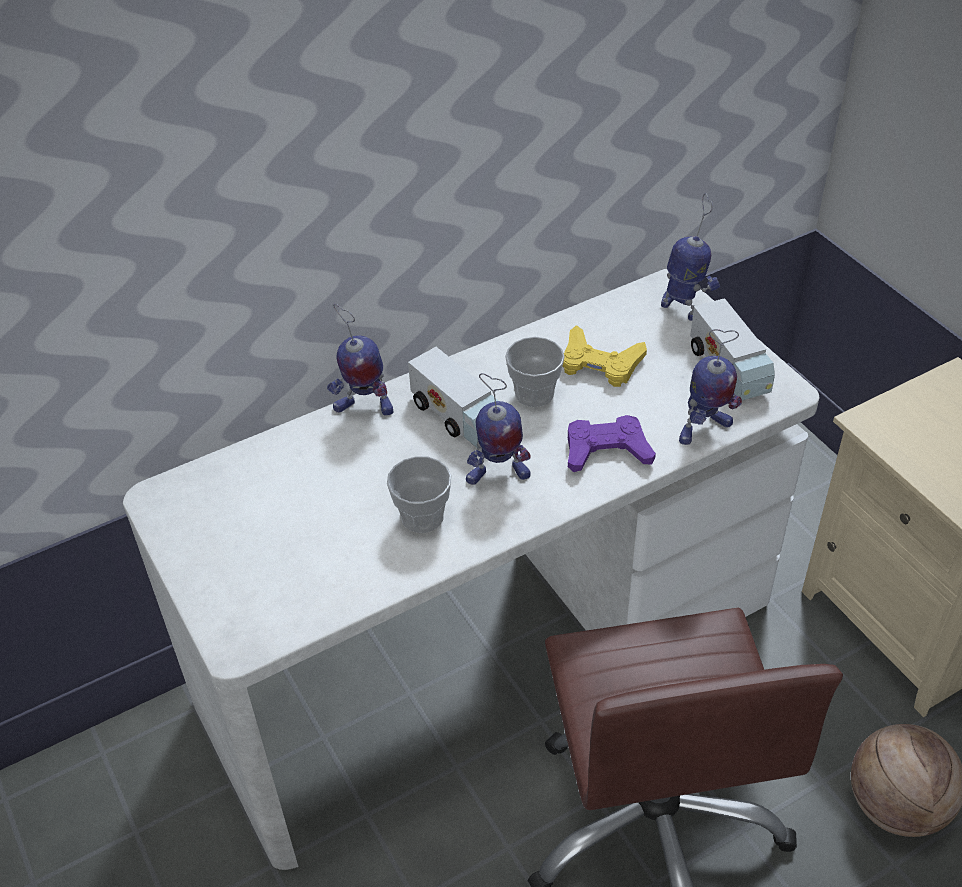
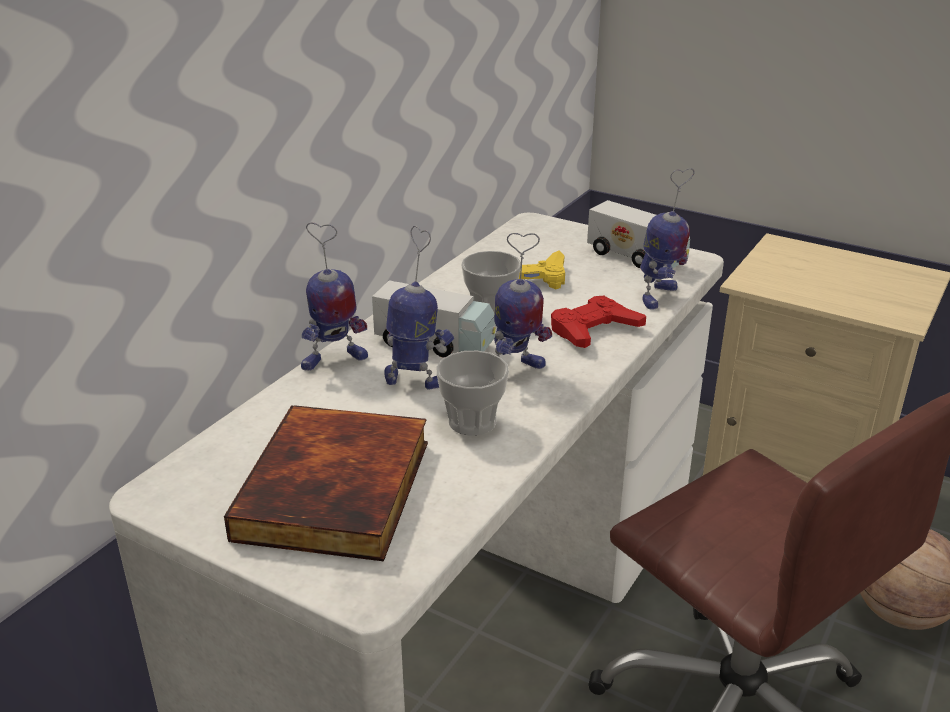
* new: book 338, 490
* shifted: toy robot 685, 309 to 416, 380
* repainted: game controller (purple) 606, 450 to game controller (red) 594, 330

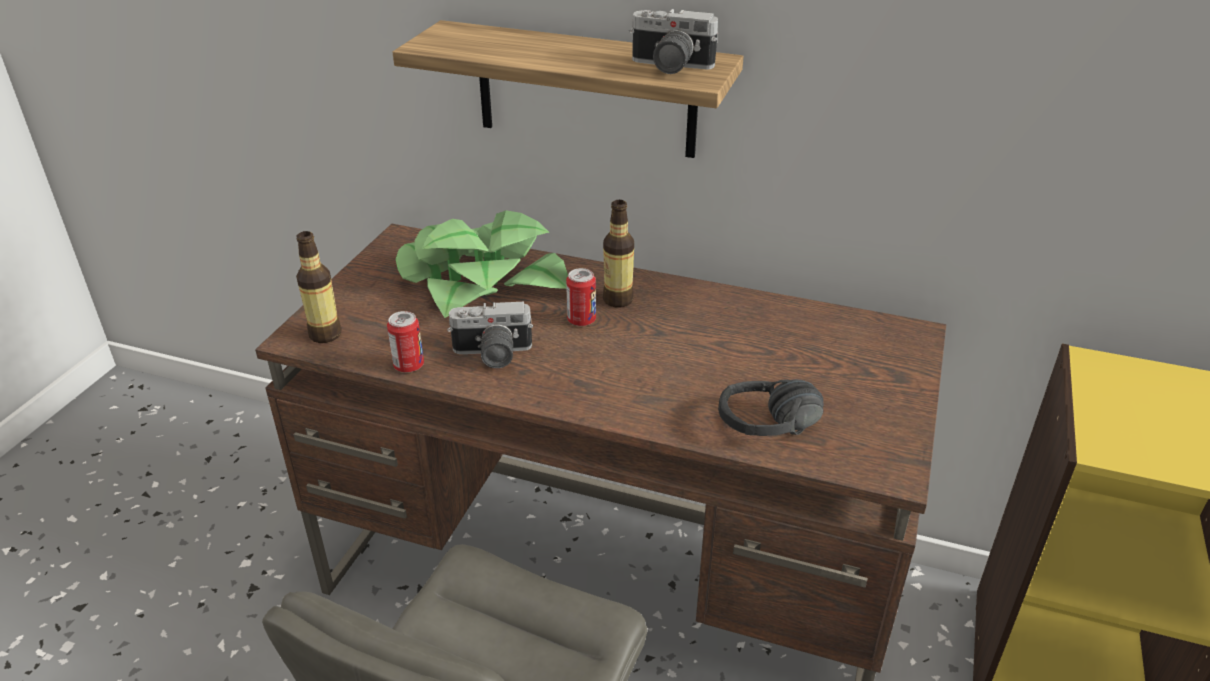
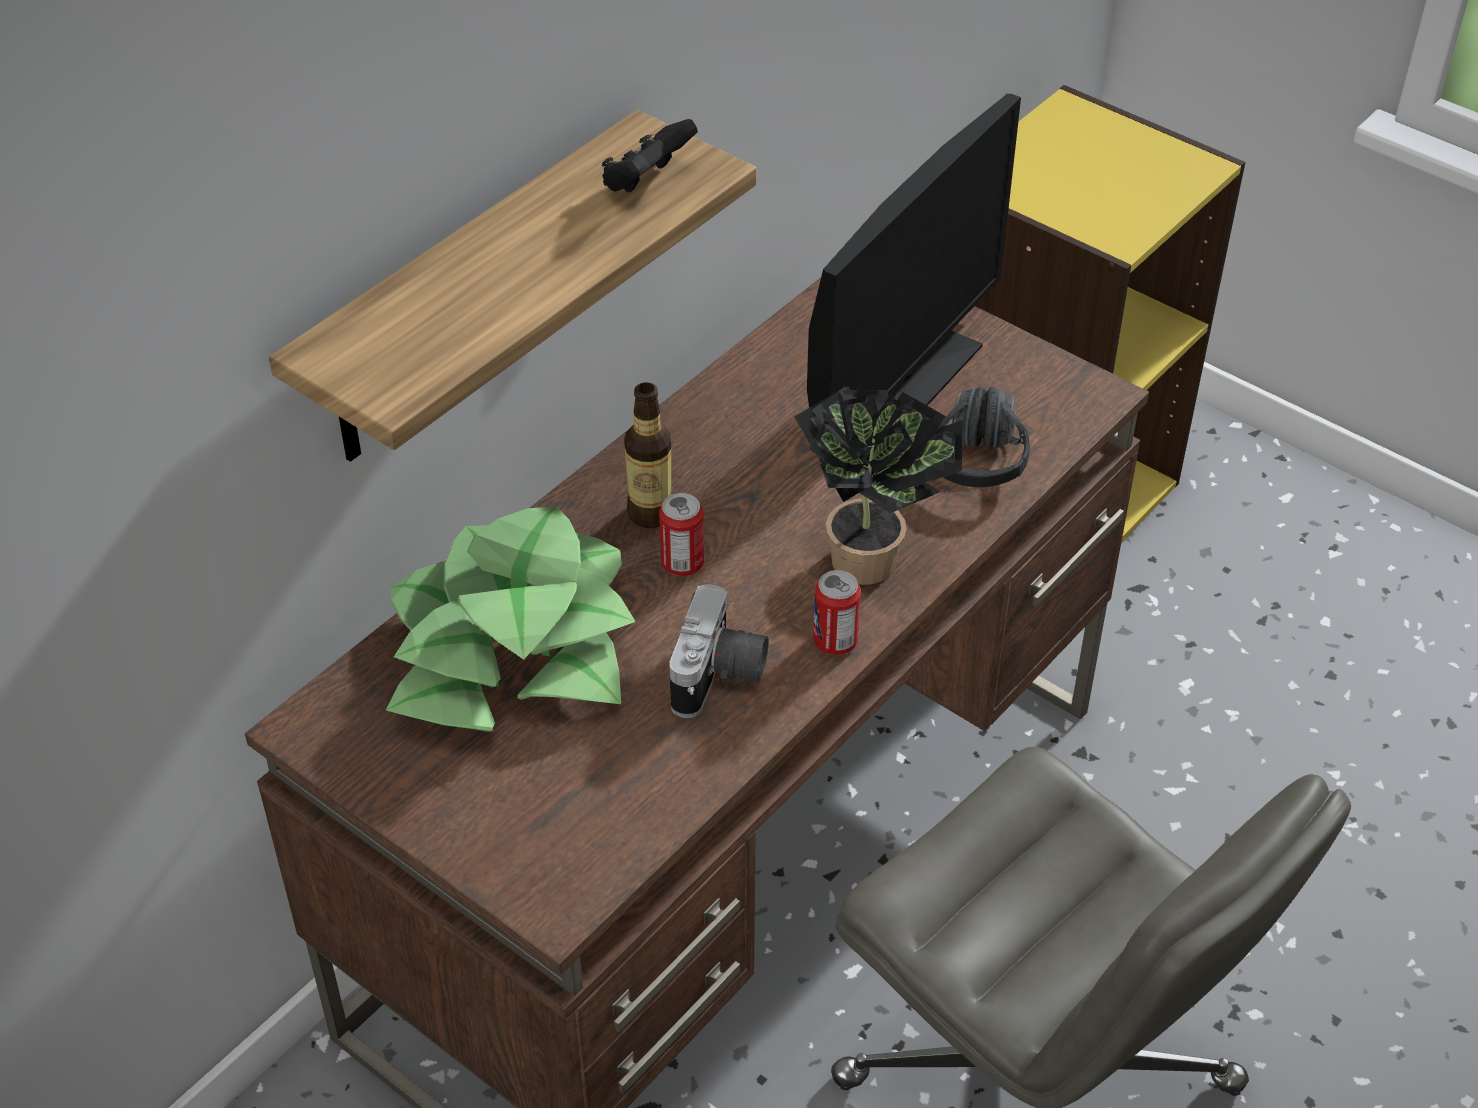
* gone: bottle 325, 335
* new: potted plant 874, 559
* new: monitor 899, 381
* shifted: can 409, 366 to 835, 642
* swapped: photo camera 669, 67 to game controller (black) 647, 181

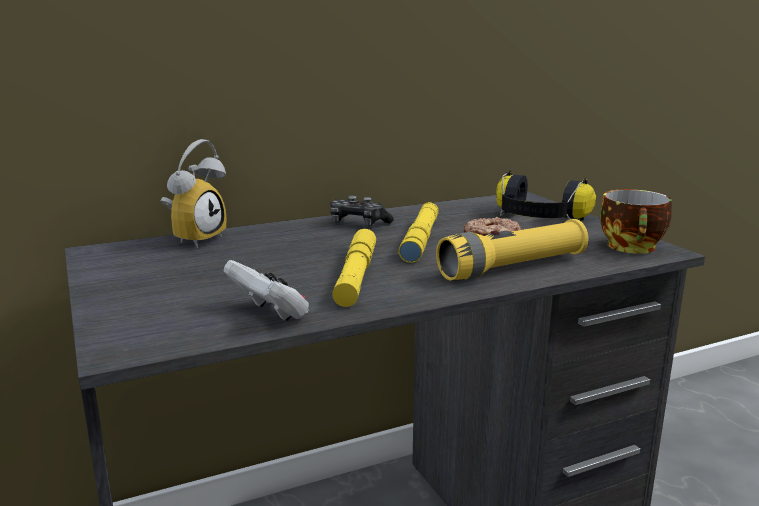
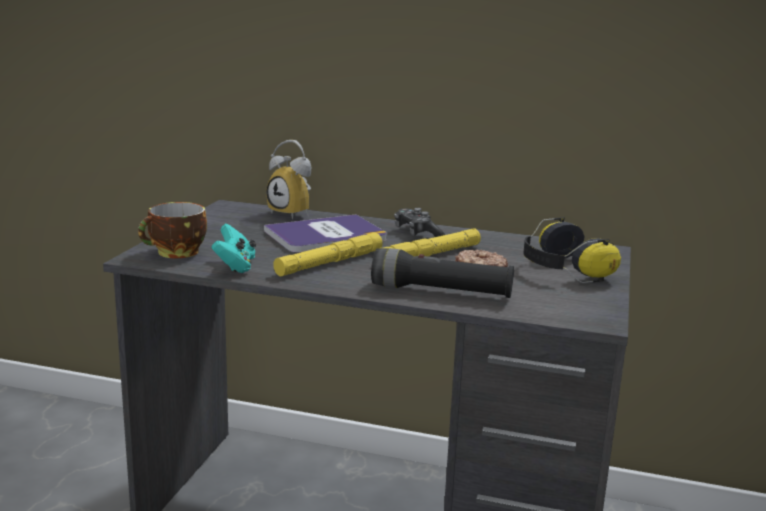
* new: book 326, 236
* shifted: cup 633, 248 to 176, 253
* repainted: game controller (white) 270, 314 to game controller (turquoise) 235, 266
* repainted: flashlight (yellow) 513, 268 to flashlight (black) 441, 292
* rotated: alarm clock 195, 238 = 294, 213 60 degrees clockwise

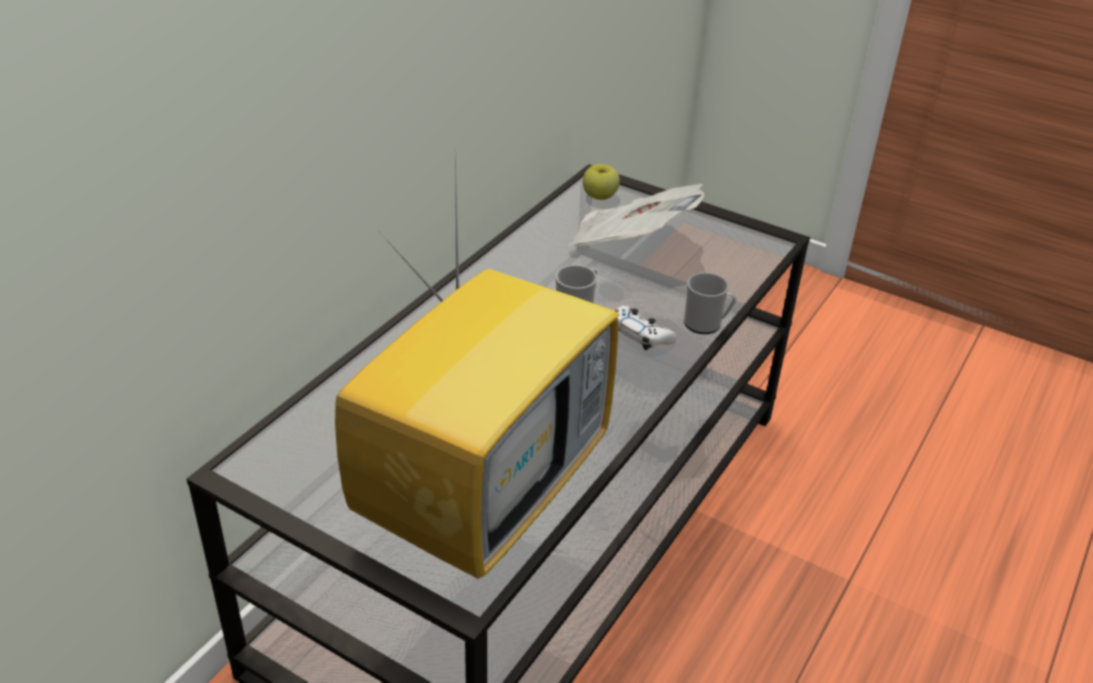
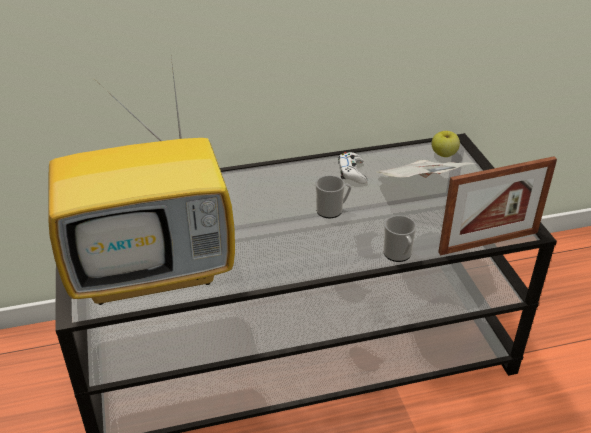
* new: picture frame 488, 242
* shifted: game controller (white) 640, 335 to 352, 173

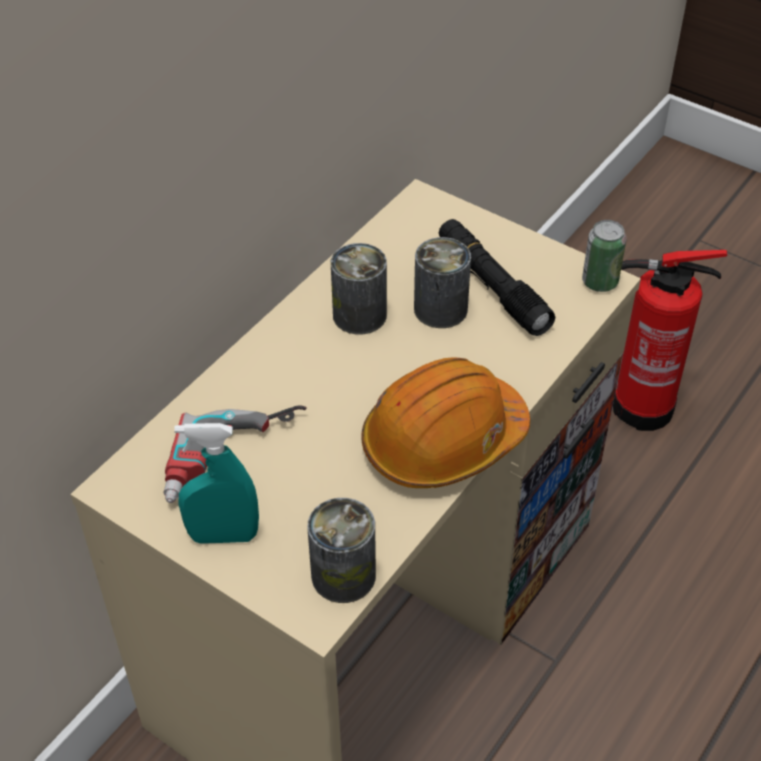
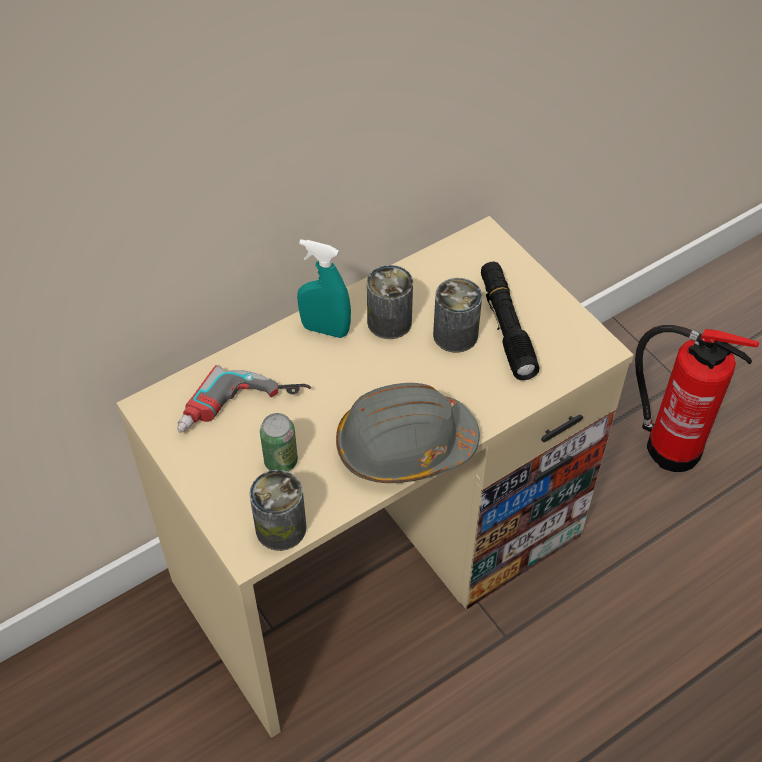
* shifted: spray bottle (turquoise) 223, 536 to 325, 329
* shifted: can 599, 282 to 281, 461
* repainted: hard hat (orange) 443, 442 to hard hat (grey) 405, 446

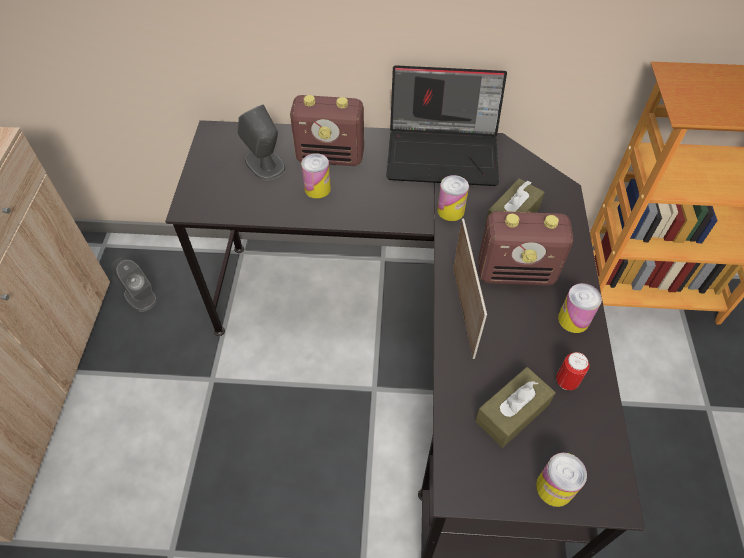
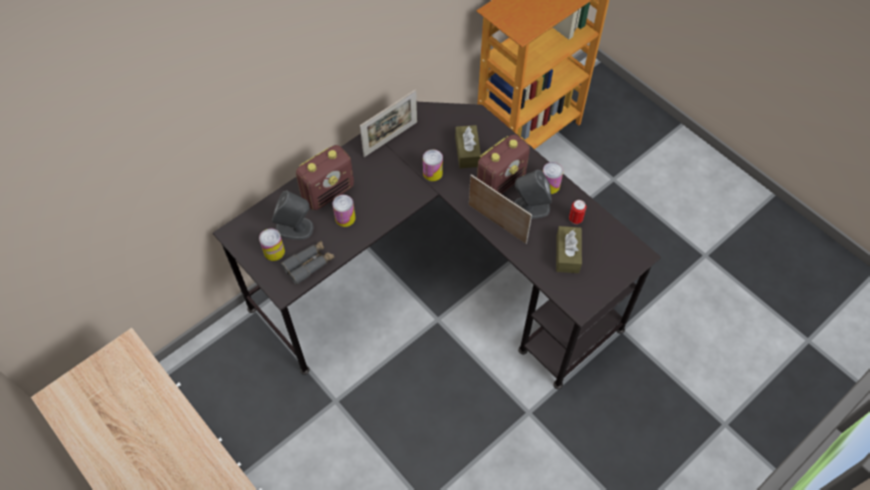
* new: binoculars (grey) 309, 264
* shifted: speaker (grey) 140, 296 to 530, 207
* shifted: can 554, 488 to 274, 252
* swapped: laptop 444, 152 to picture frame 390, 139

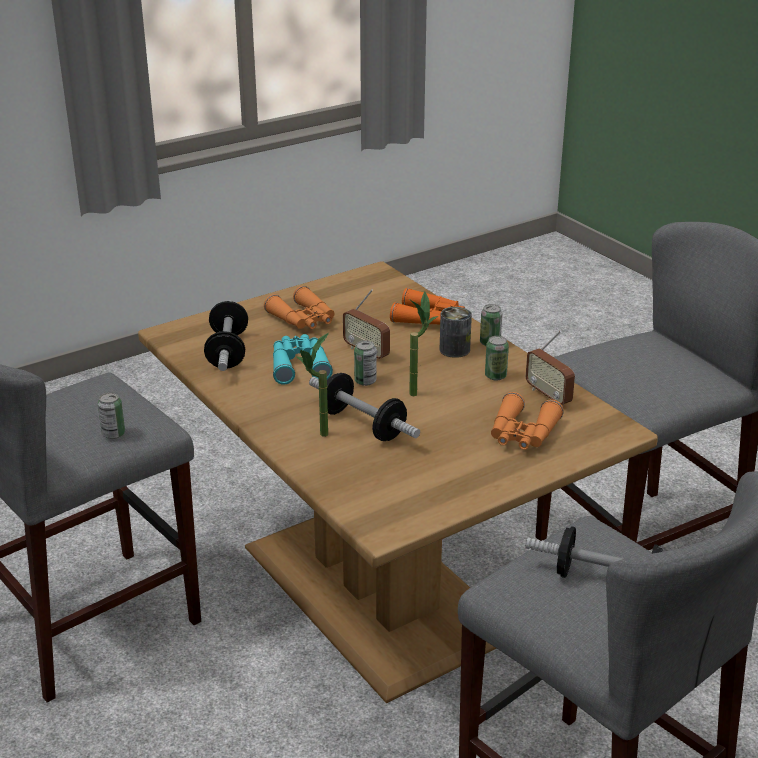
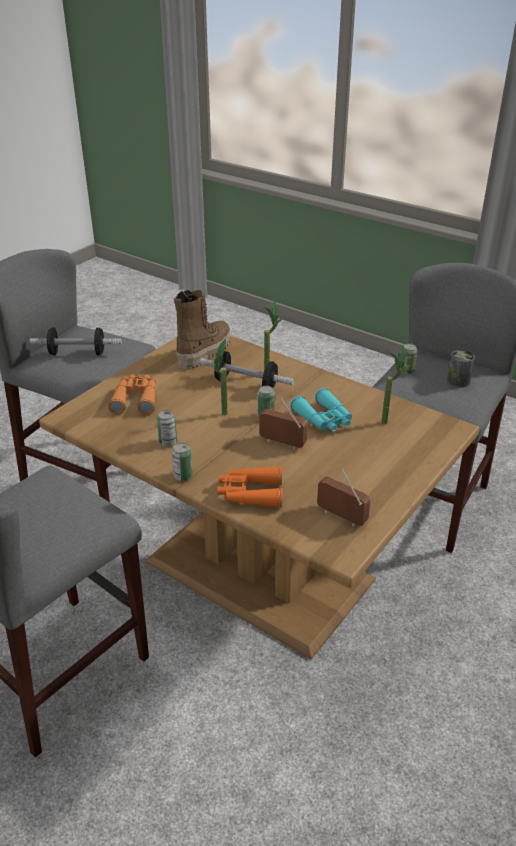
* gone: binoculars (orange) 303, 320
* new: boot 204, 352
* shifted: can 454, 350 to 458, 381
* shifted: radio 548, 395 to 341, 517
* swapped: dumbbell 228, 351 to potted plant 388, 420

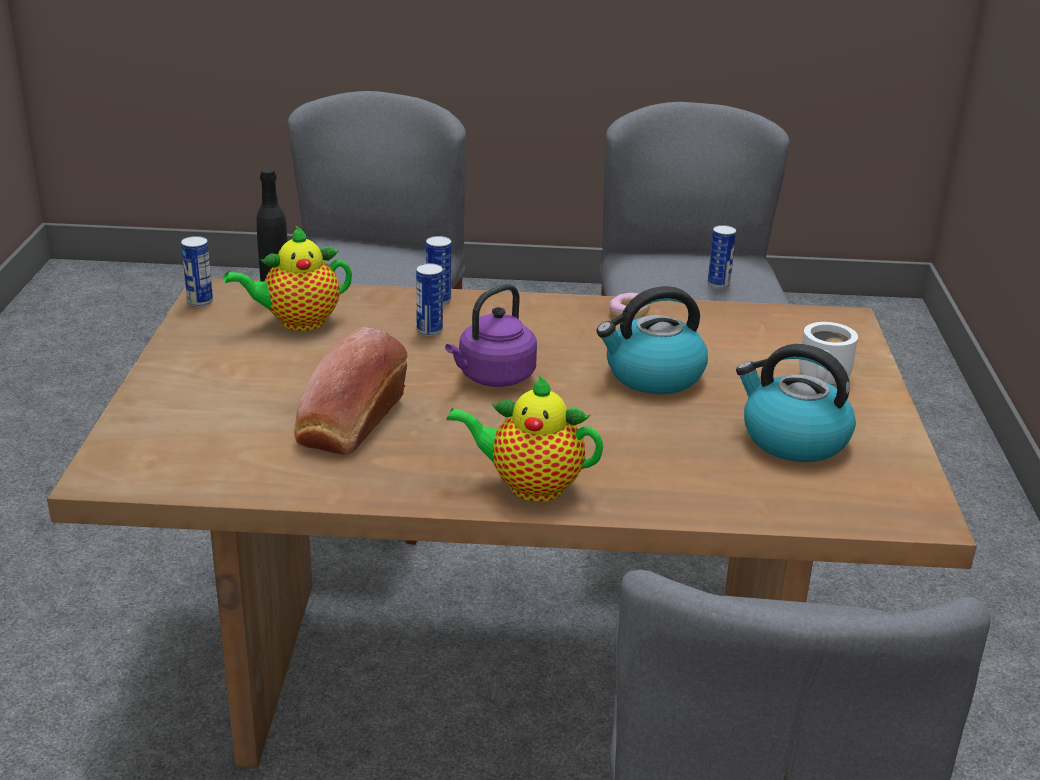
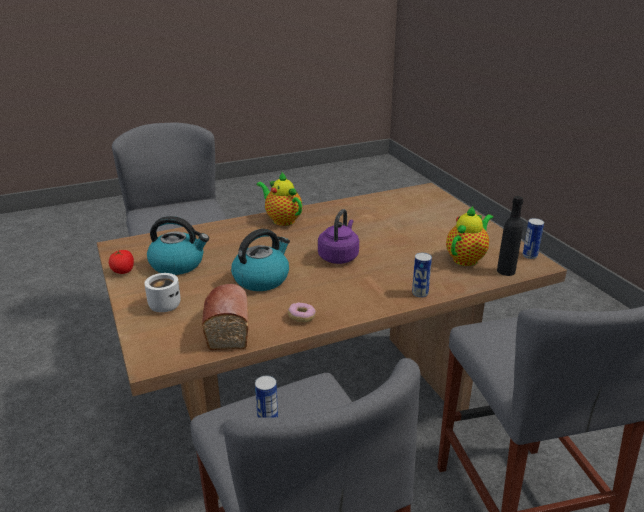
* gone: can 429, 331
* new: tomato 123, 271
* shifted: bread 349, 422 to 228, 326
* rotated: teapot 529, 486 = 282, 220 120 degrees counterclockwise

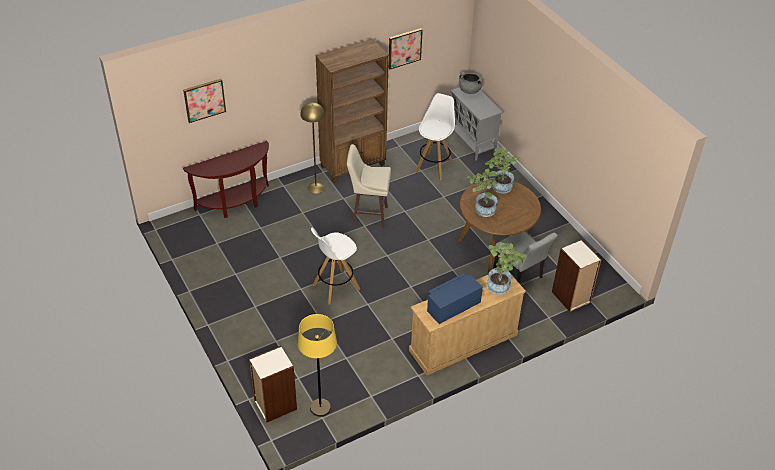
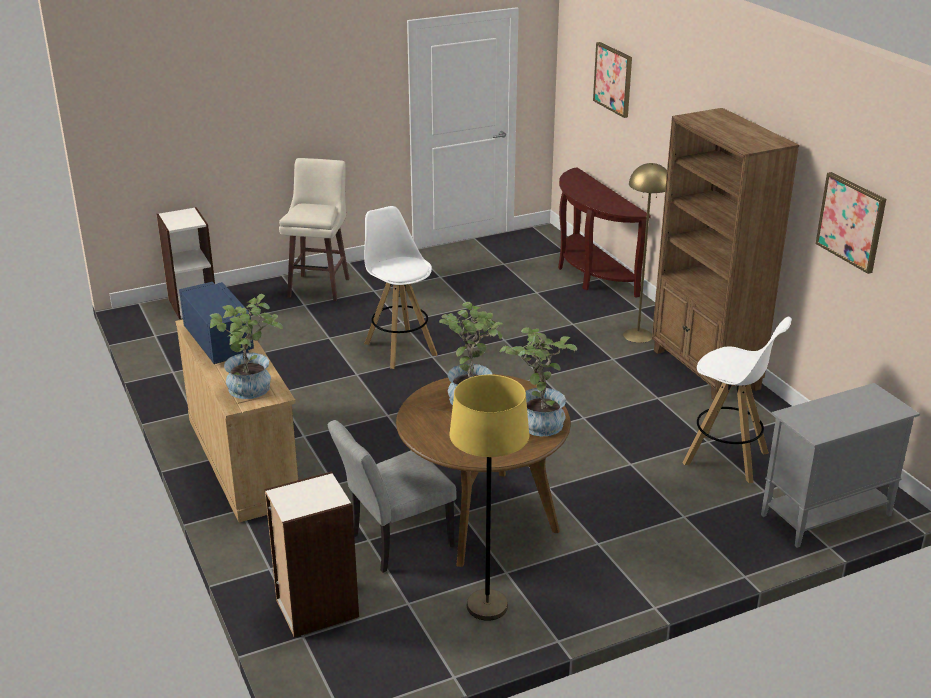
* gone: cooking pot (grey) 469, 90
* shifted: floor lamp (yellow) 320, 408 to 487, 606
* shifted: stool (beige) 368, 215 to 320, 287

